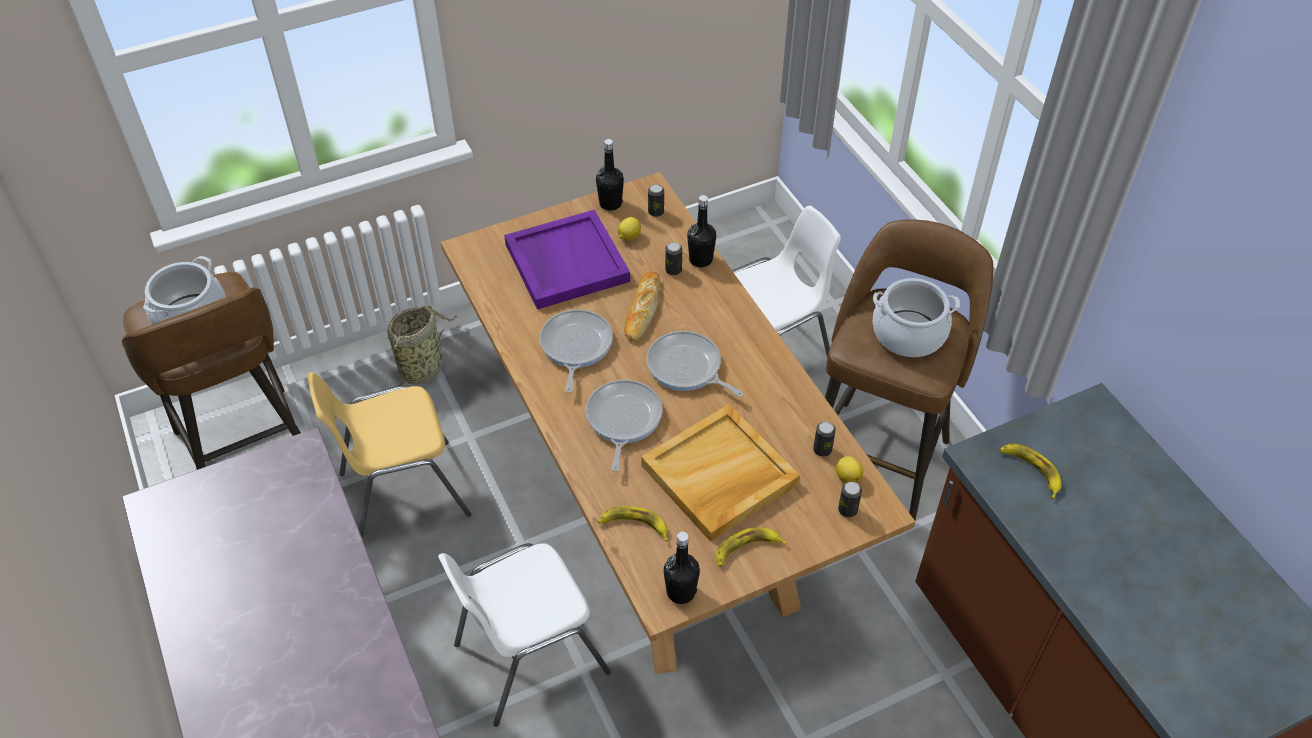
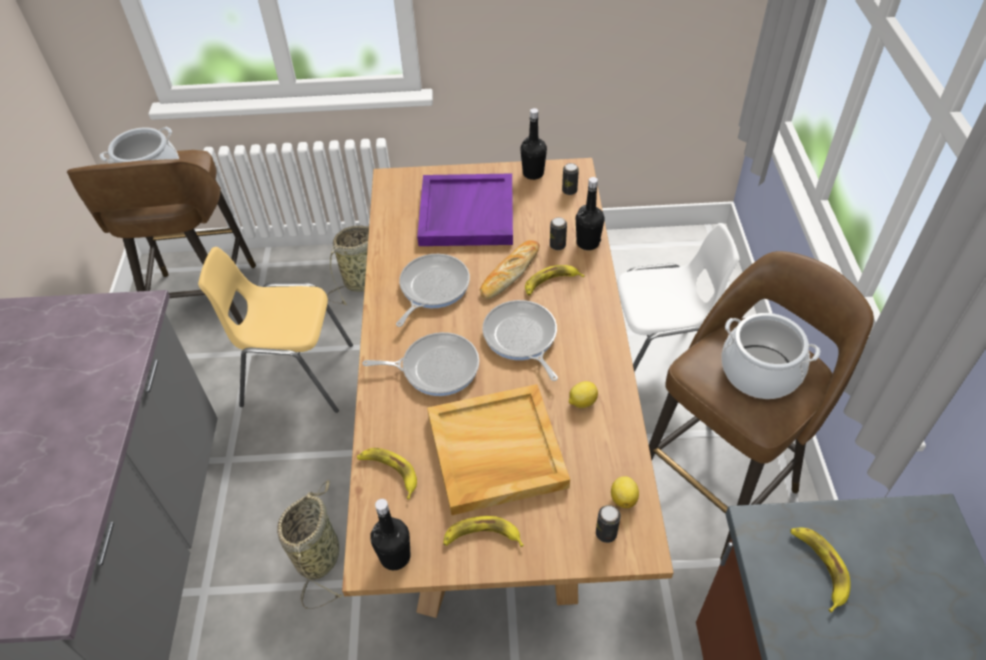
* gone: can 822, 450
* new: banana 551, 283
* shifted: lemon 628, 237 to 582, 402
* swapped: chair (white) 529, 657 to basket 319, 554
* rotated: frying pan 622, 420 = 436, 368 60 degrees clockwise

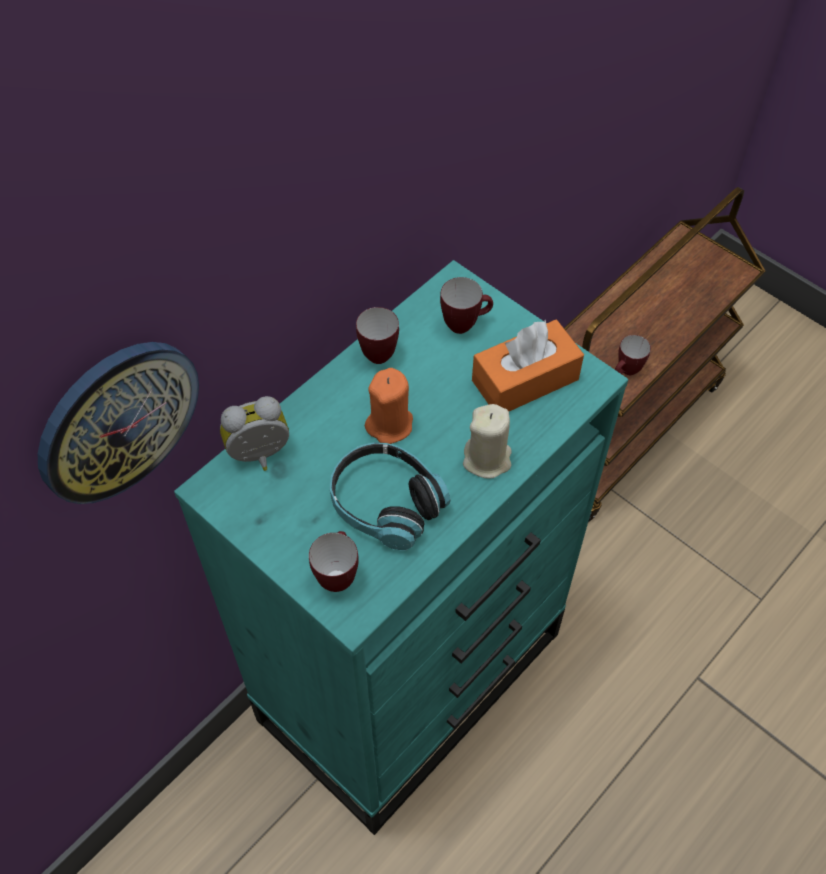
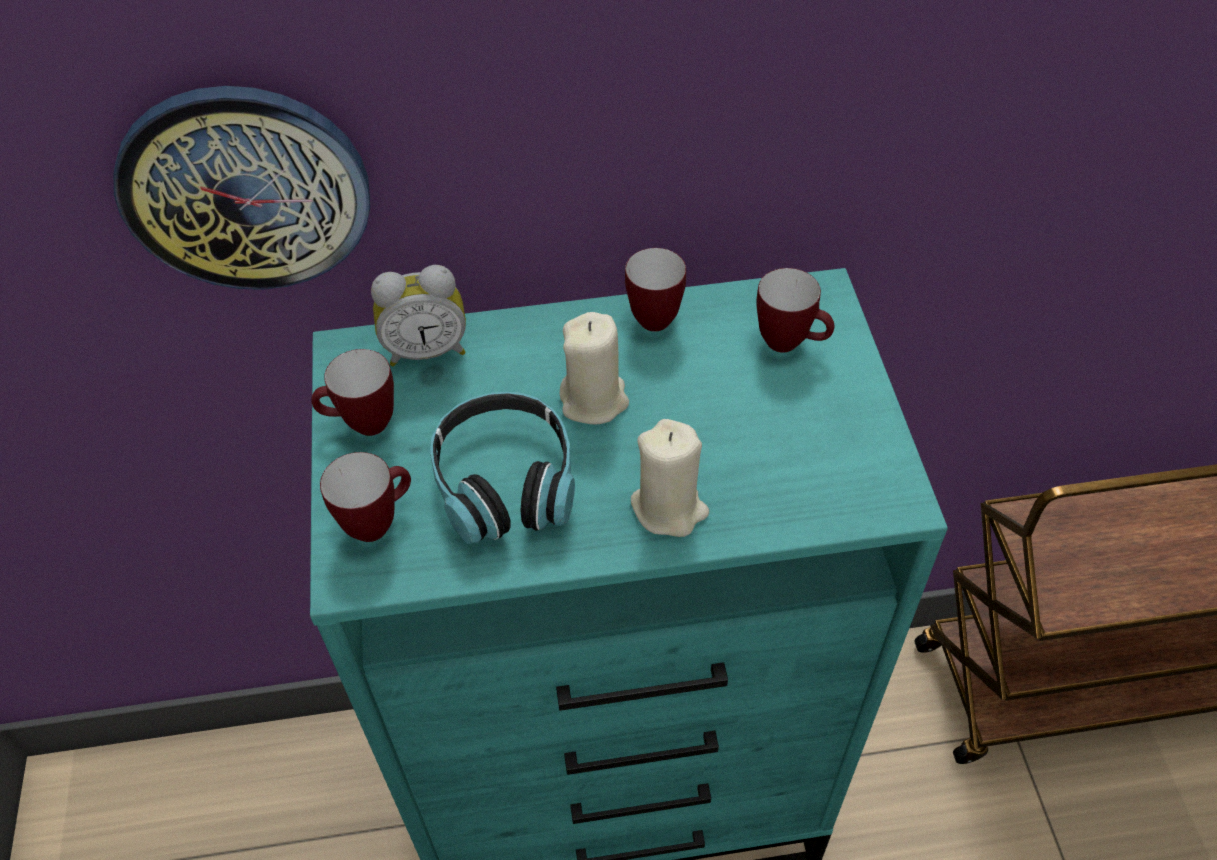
* gone: tissue box (orange) 525, 380
* shifted: mug 626, 372 to 362, 425
* repainted: candle (orange) 390, 424 to candle (beige) 594, 400
* rotated: alarm clock 260, 456 = 426, 350 150 degrees clockwise

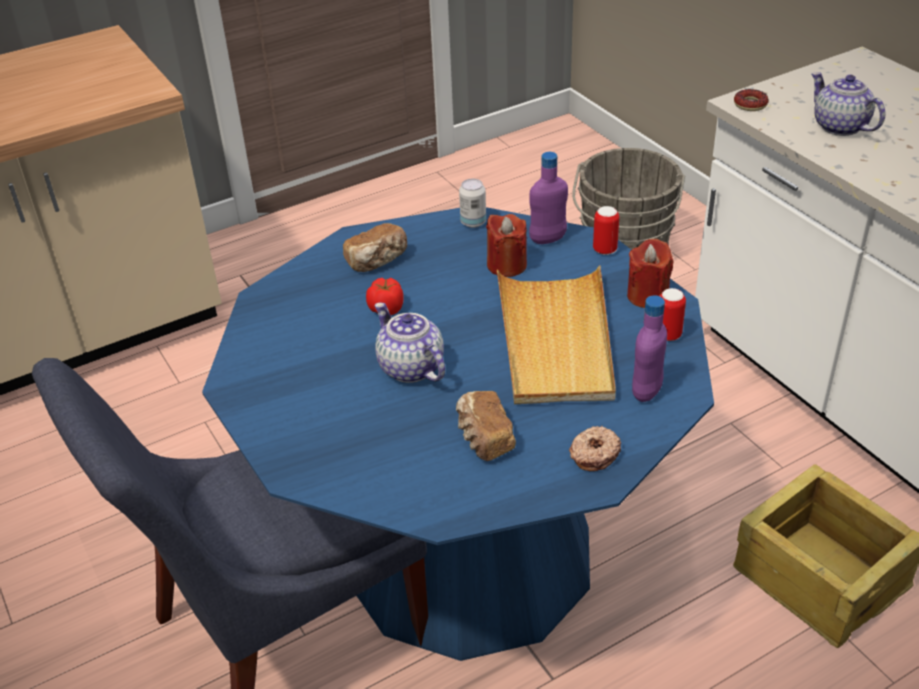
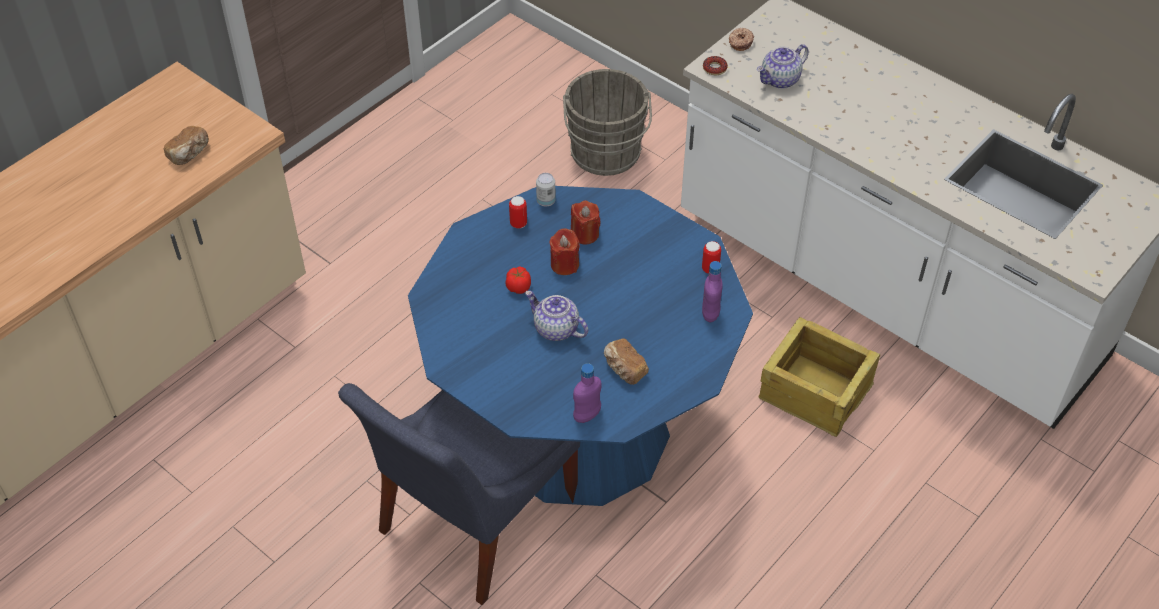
* gone: tray (beige) 555, 340
* shifted: bread 377, 261 to 190, 154
* shifted: bottle (purple) 548, 239 to 587, 415
* shifted: donut 594, 454 to 740, 42
* shifted: can 604, 250 to 518, 223
* shifted: candle (red) 647, 296 to 564, 264
* rotated: teapot 839, 126 = 780, 80 75 degrees counterclockwise

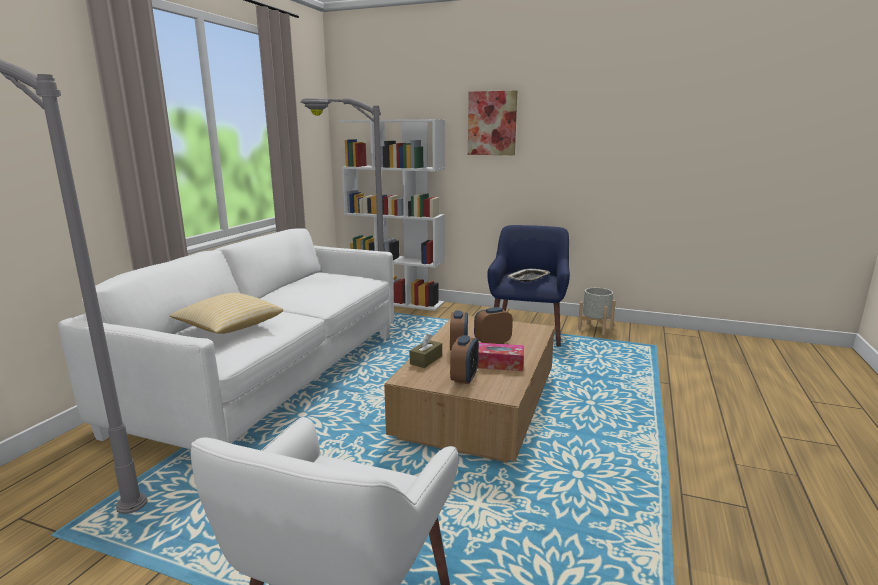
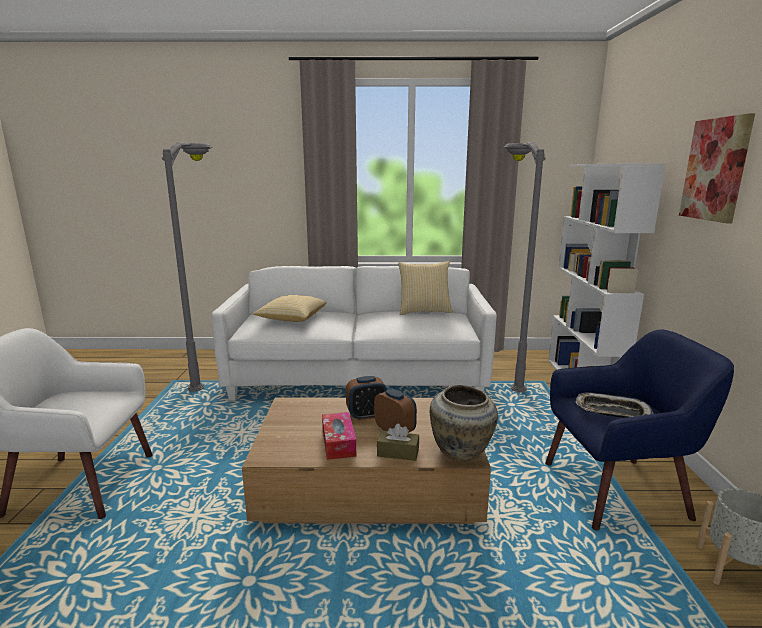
* gone: alarm clock 464, 378
* new: pillow 424, 311
* new: vase (beige) 461, 452
* shifted: tissue box (brown) 426, 360 to 398, 452

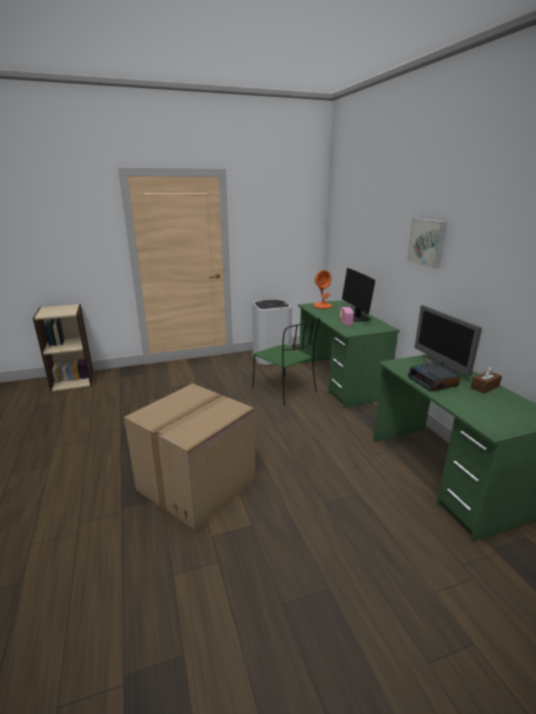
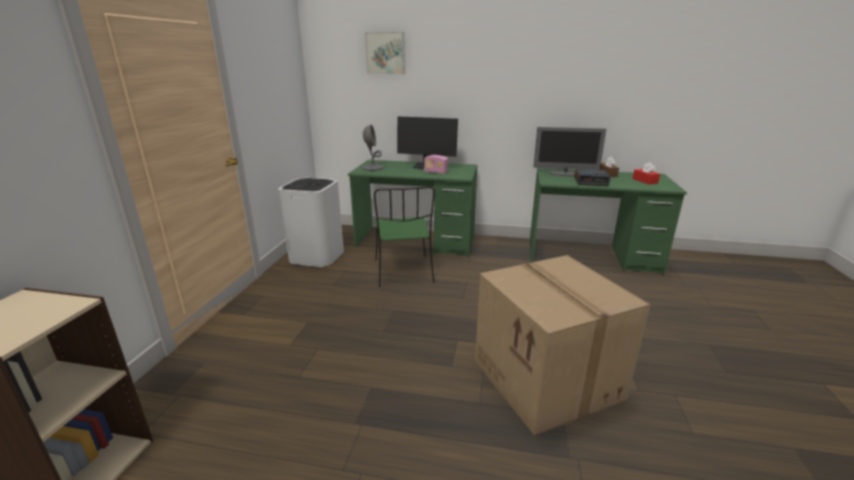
* new: tissue box (red) 645, 181
* shifted: picture 427, 242 to 385, 53
* repainted: table lamp (orange) 322, 306 to table lamp (grey) 373, 168
* rotated: chair (green) 285, 390 = 404, 272 90 degrees clockwise

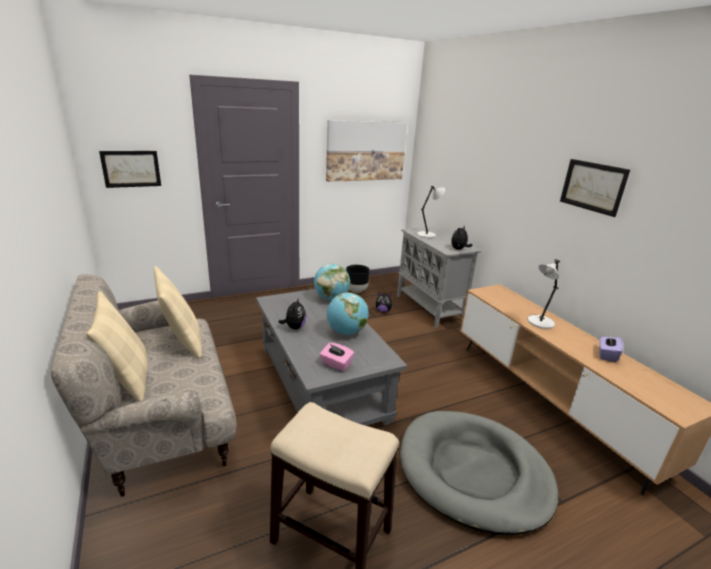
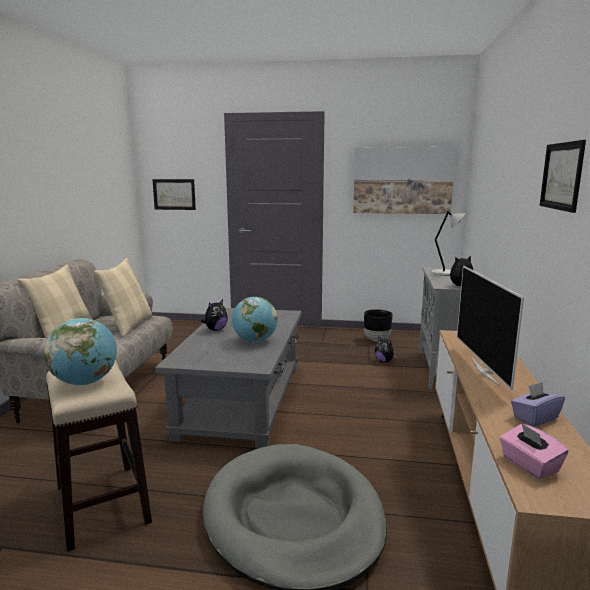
* shifted: globe 331, 298 to 85, 382
* shifted: tissue box (pink) 336, 364 to 529, 465
* swapped: table lamp (grey) 539, 323 to television 485, 371

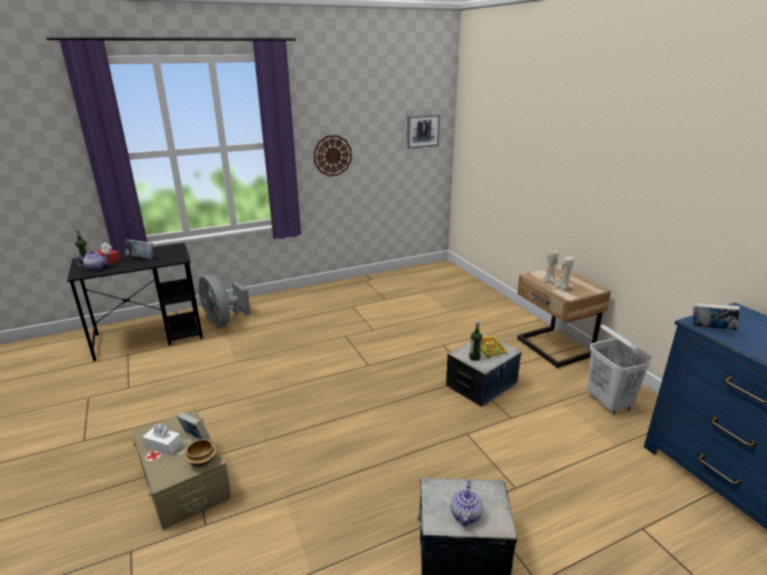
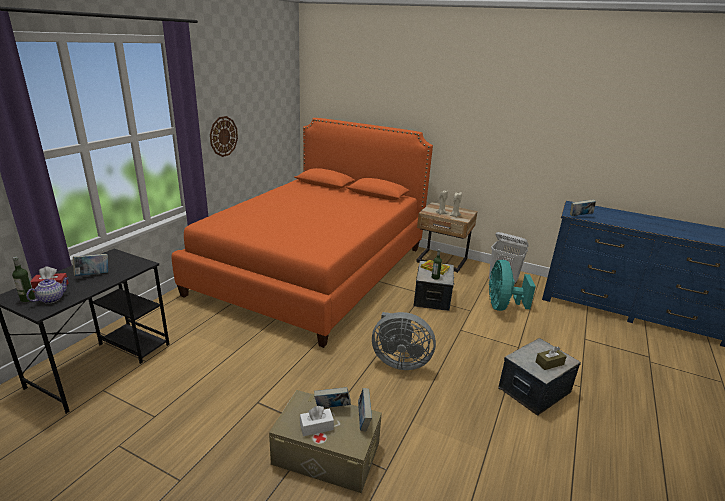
* gone: picture 423, 131
* new: bed (orange) 314, 269
* new: fan (turquoise) 502, 306
* shifted: fan (grey) 224, 321 to 399, 361
* swapped: bowl 201, 461 to book 363, 419
* swapped: teapot 466, 515 to tissue box (brown) 549, 363

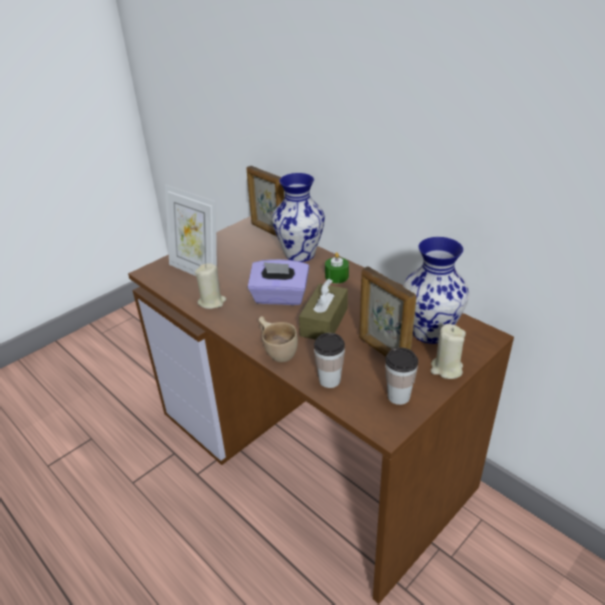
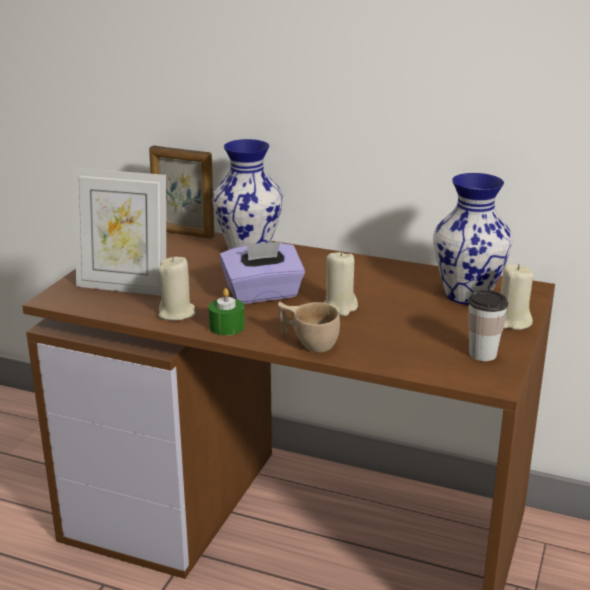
* gone: cup 329, 380
* gone: picture frame 382, 351
* shifted: candle (green) 336, 276 to 227, 326
* swapped: tissue box (brown) 324, 322 to candle (beige) 340, 307

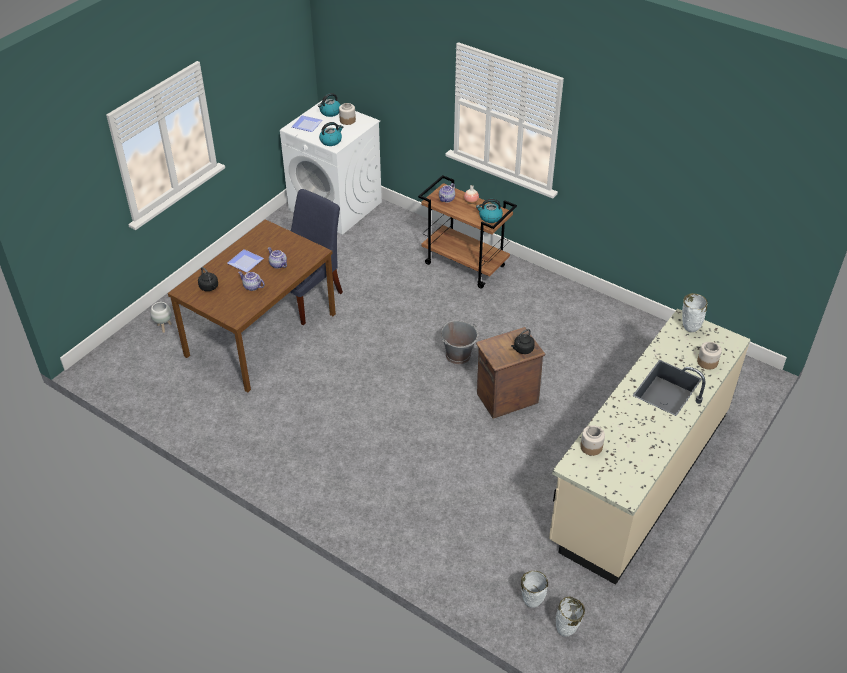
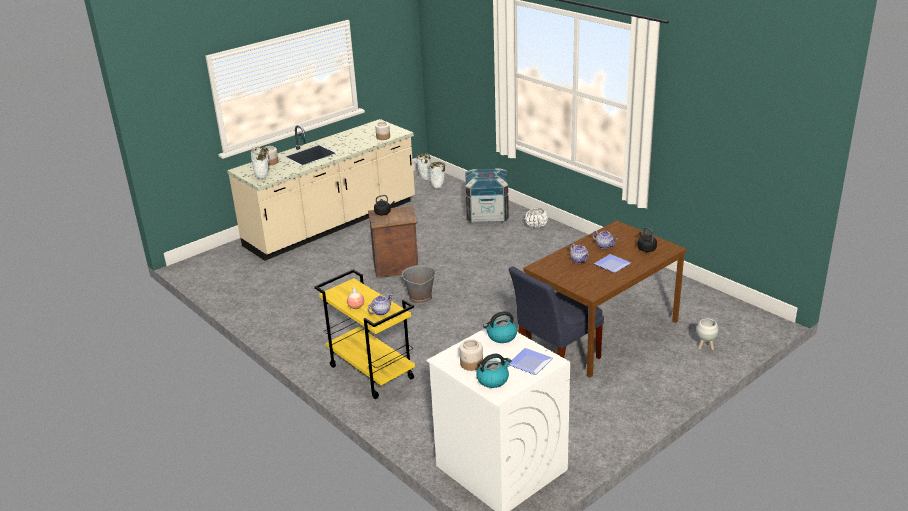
* gone: kettle 490, 217
* new: crate 487, 215
* new: planter (white) 536, 225
* repainted: cart (brown) 465, 265 to cart (yellow) 370, 372

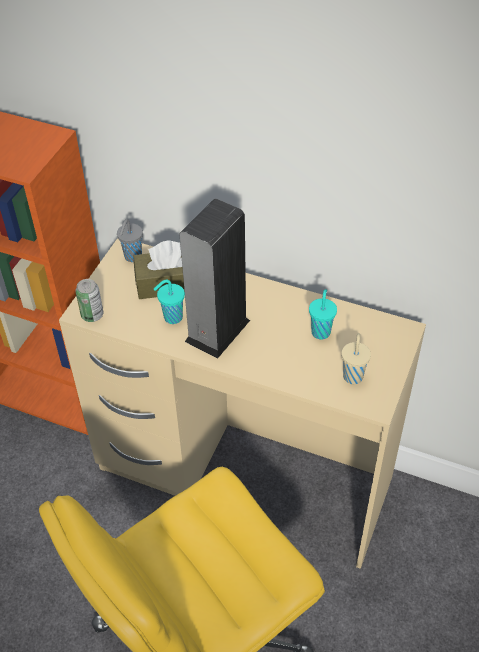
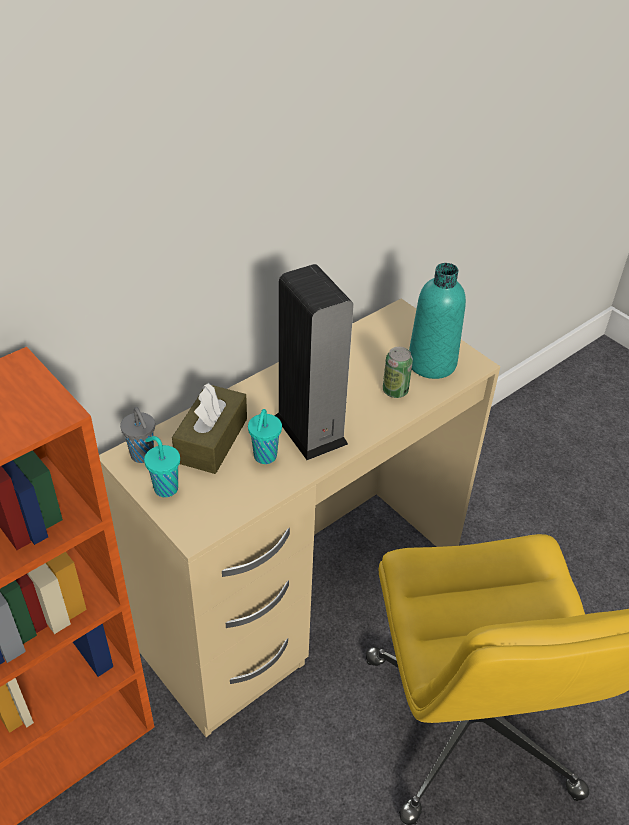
* shifted: can 92, 315 to 395, 391
* shifted: cup (turquoise) 321, 331 to 165, 488
* swapped: cup (beige) 353, 375 to bottle (turquoise) 432, 363

